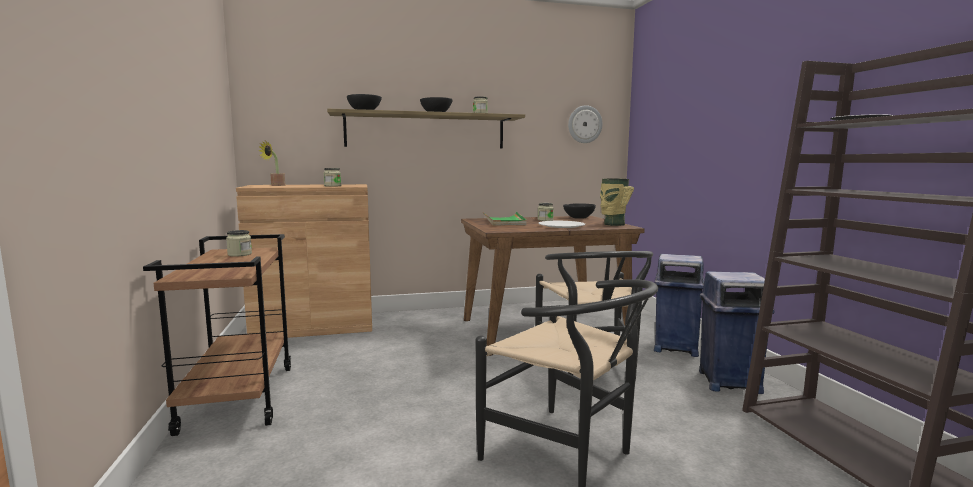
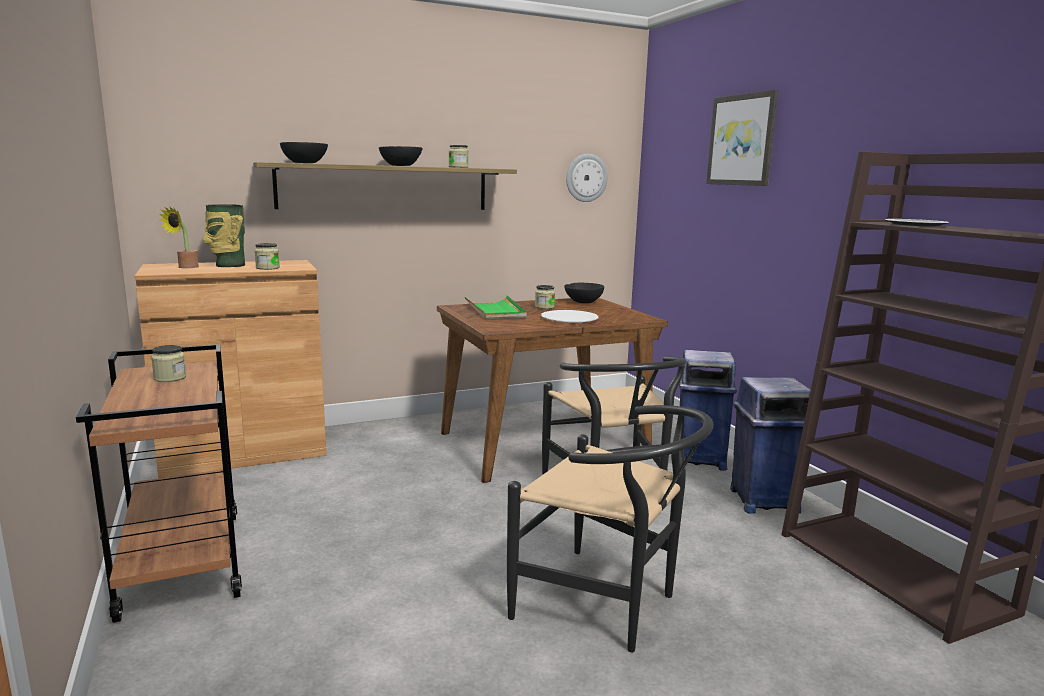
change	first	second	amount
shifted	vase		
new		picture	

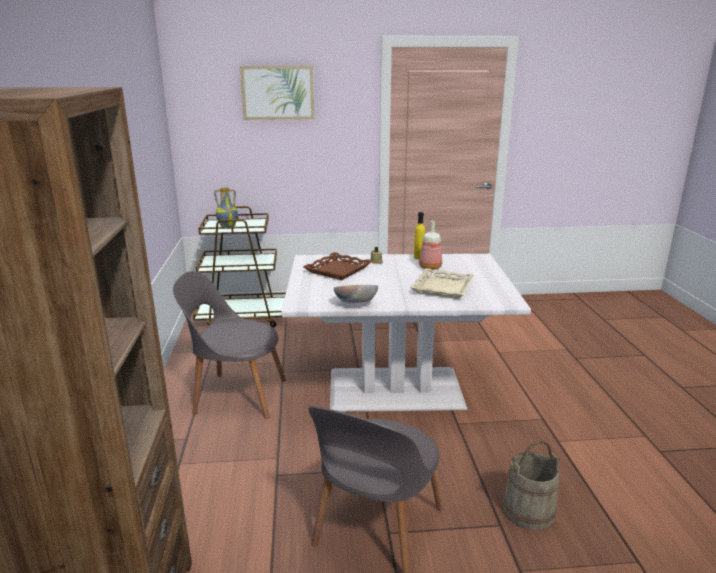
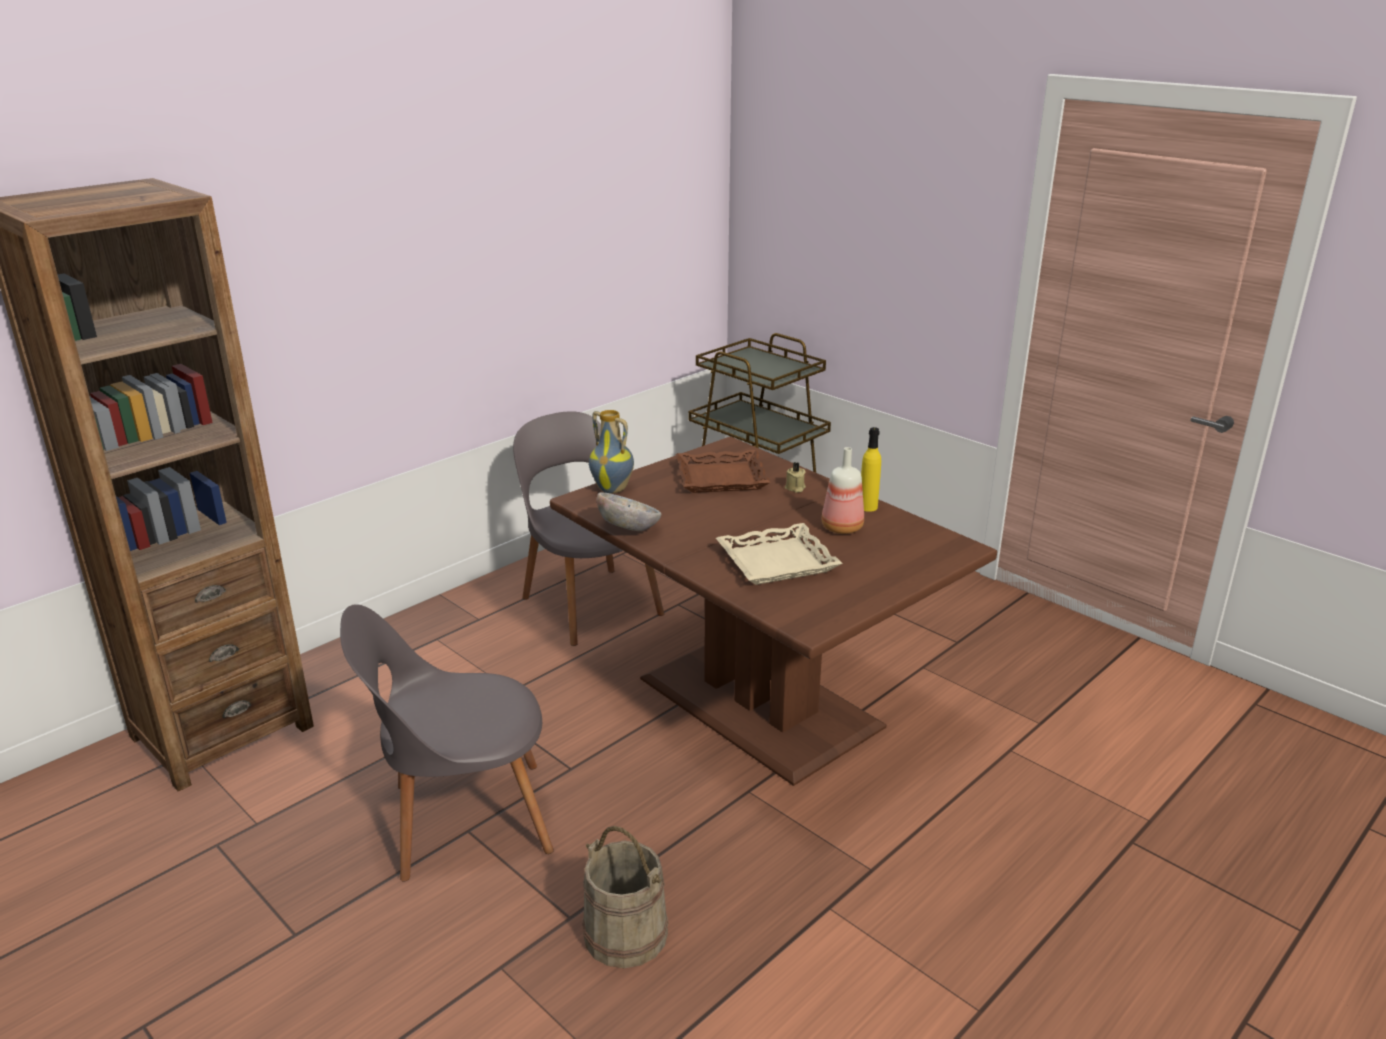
change	first	second	amount
repainted	white dining table	brown dining table	
shifted	vase		
gone	picture		

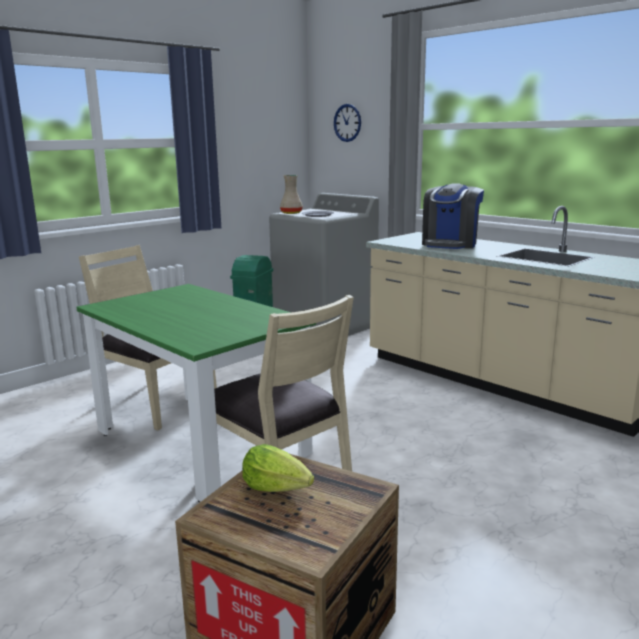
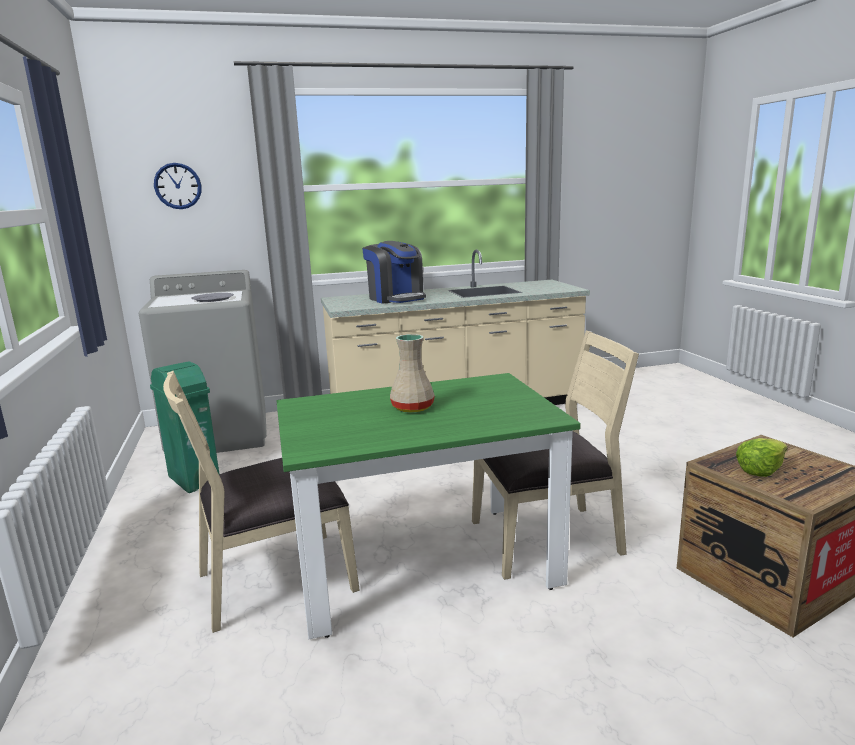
change	first	second	amount
shifted	beige vase		

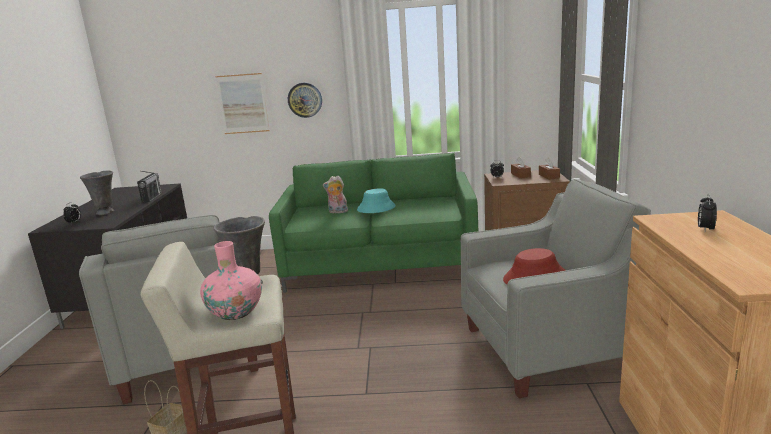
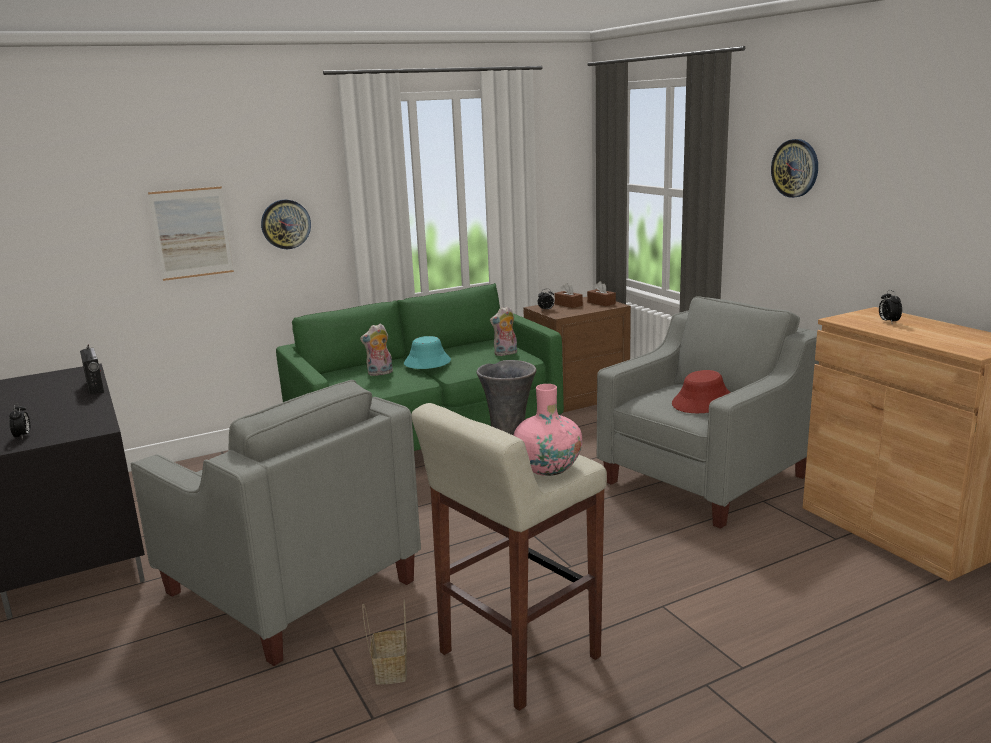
change	first	second	amount
new		plush toy (no. 2 from left)	
new		wall clock (no. 2 from left)	
gone	grey vase (no. 1 from left)		

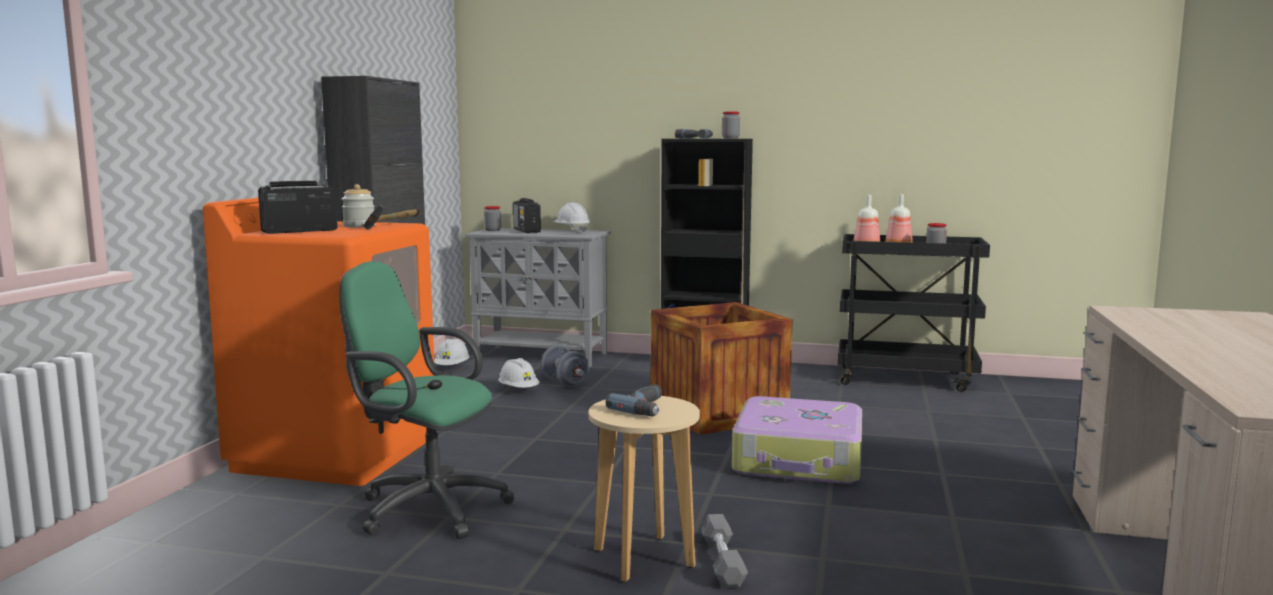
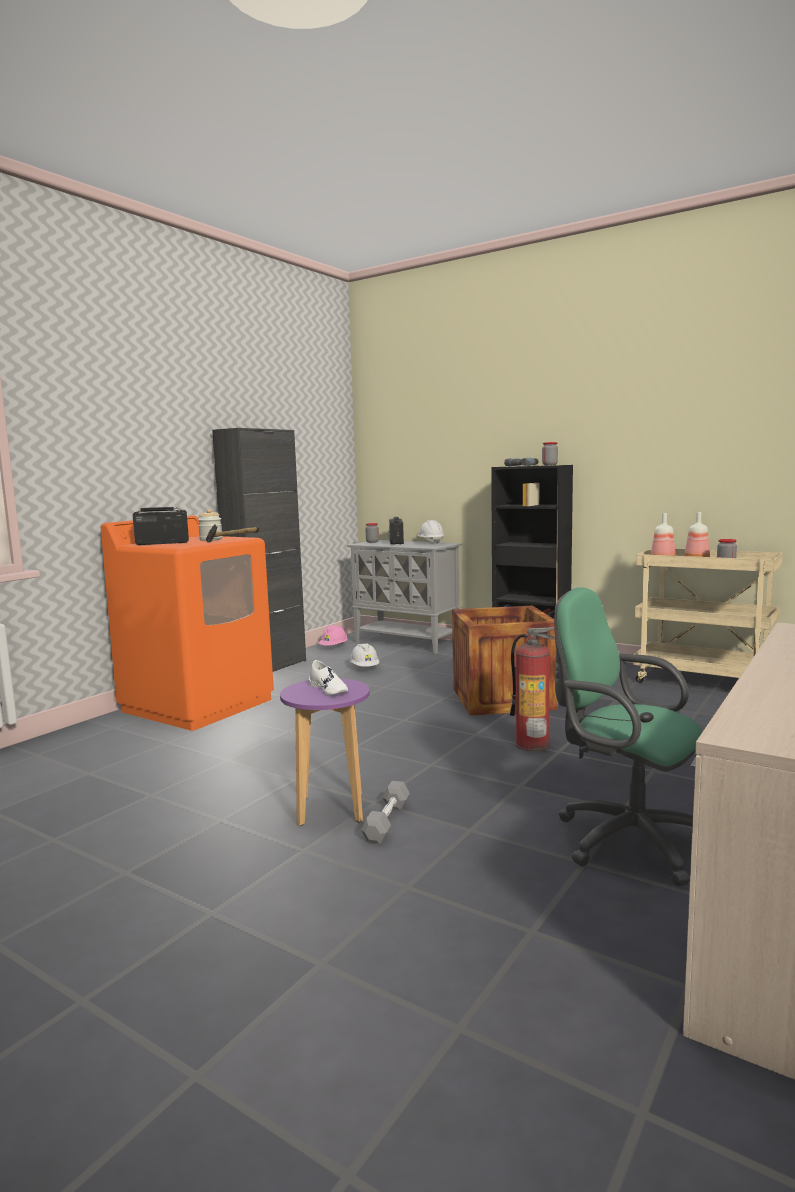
change	first	second	amount
repainted	beige stool	purple stool	
swapped	power drill (no. 1 from left)	white shoe	
repainted	white hard hat (no. 1 from left)	pink hard hat	
swapped	suitcase	fire extinguisher	
shifted	green office chair		
repainted	black cart	beige cart	
gone	grey dumbbell (no. 1 from left)		

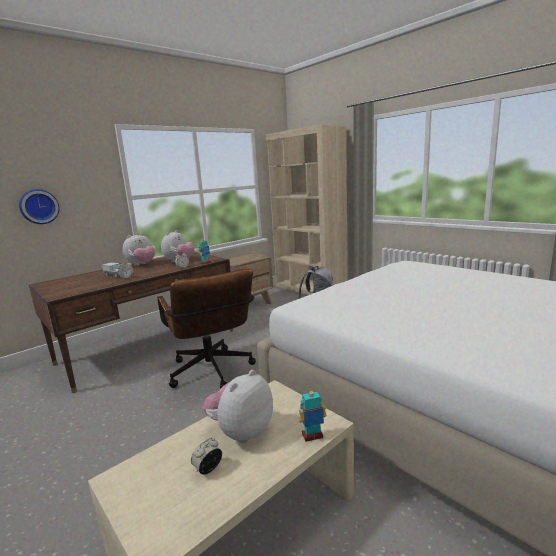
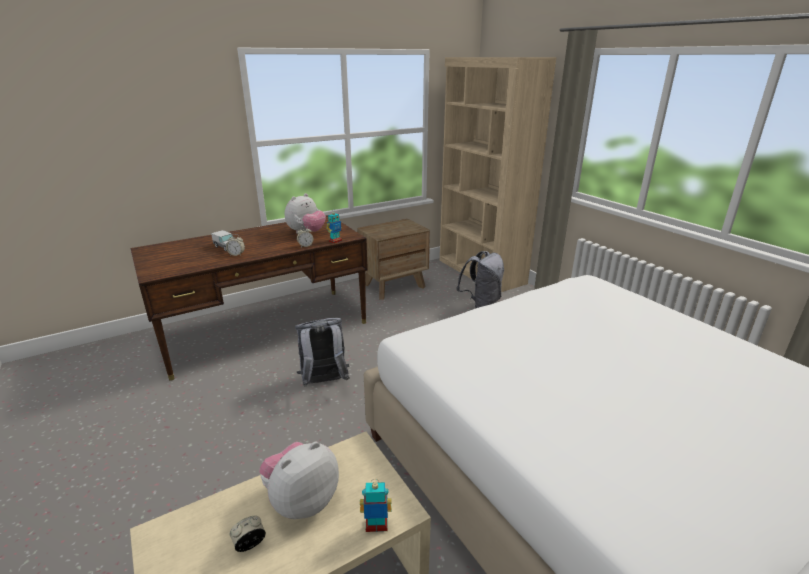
change	first	second	amount
swapped	brown office chair	grey backpack (no. 1 from left)	
gone	wall clock		
gone	plush toy (no. 1 from left)		

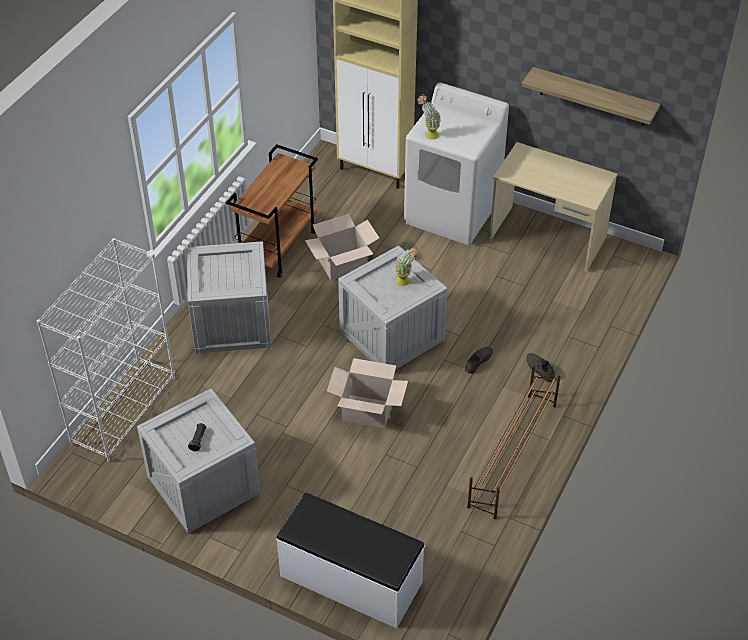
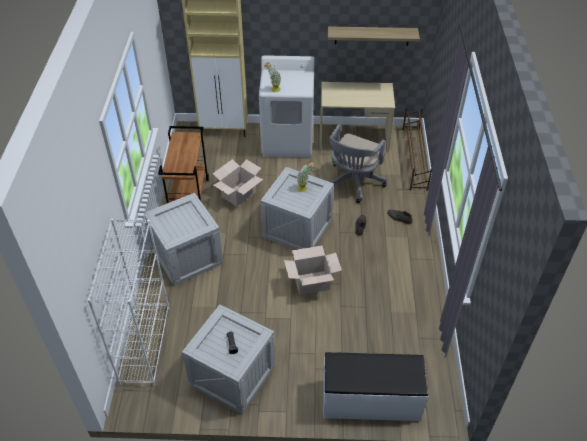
change	first	second	amount
new		grey office chair	
shifted	brown shoe rack		

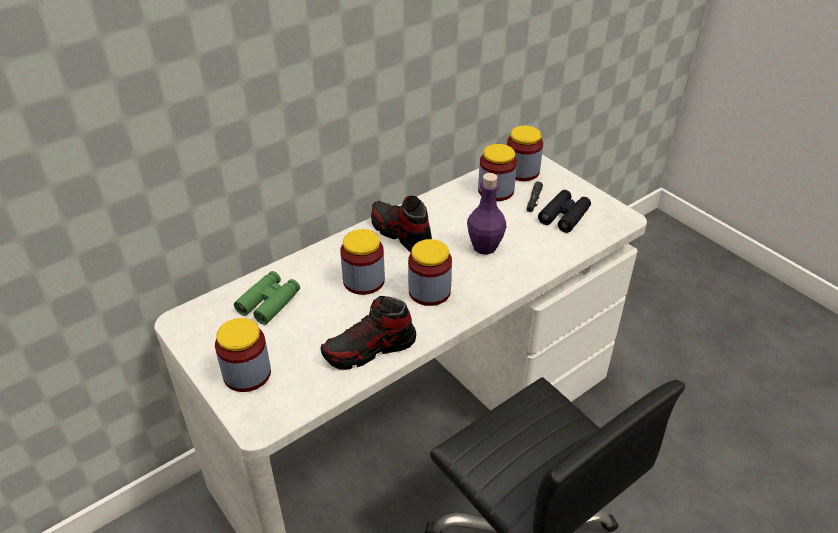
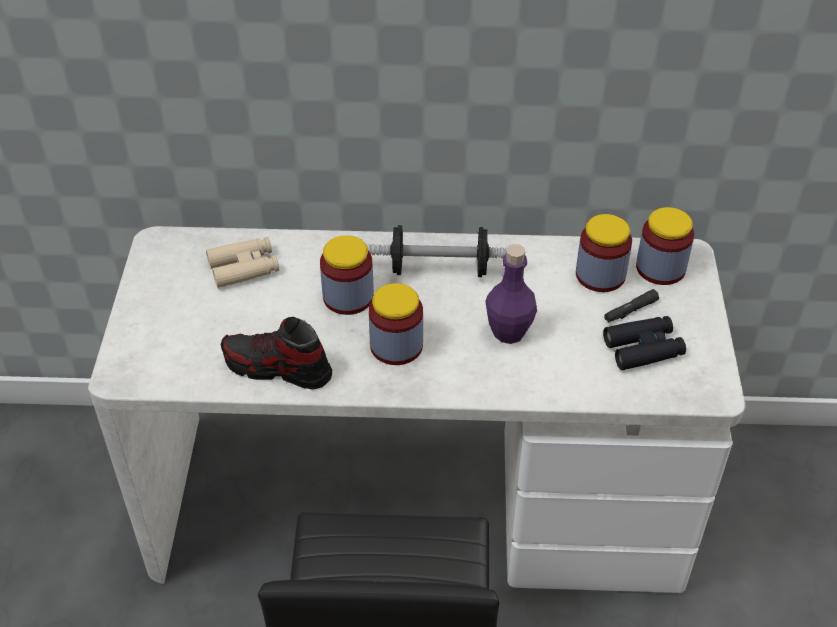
change	first	second	amount
repainted	green binoculars	beige binoculars	
swapped	shoe (no. 2 from left)	dumbbell	
gone	jar (no. 1 from left)		

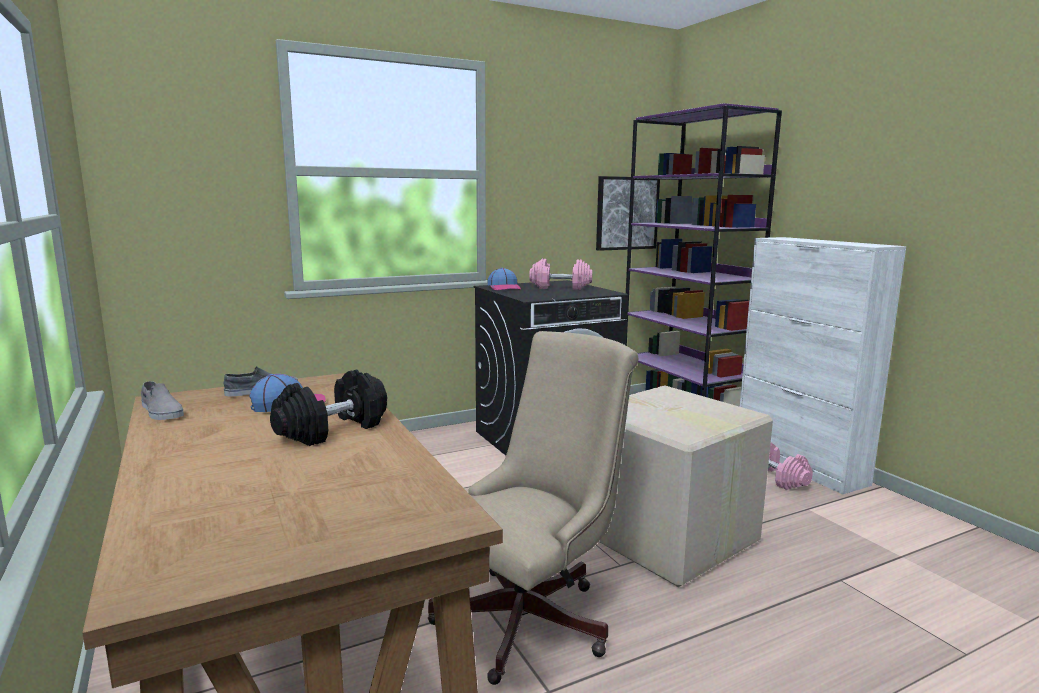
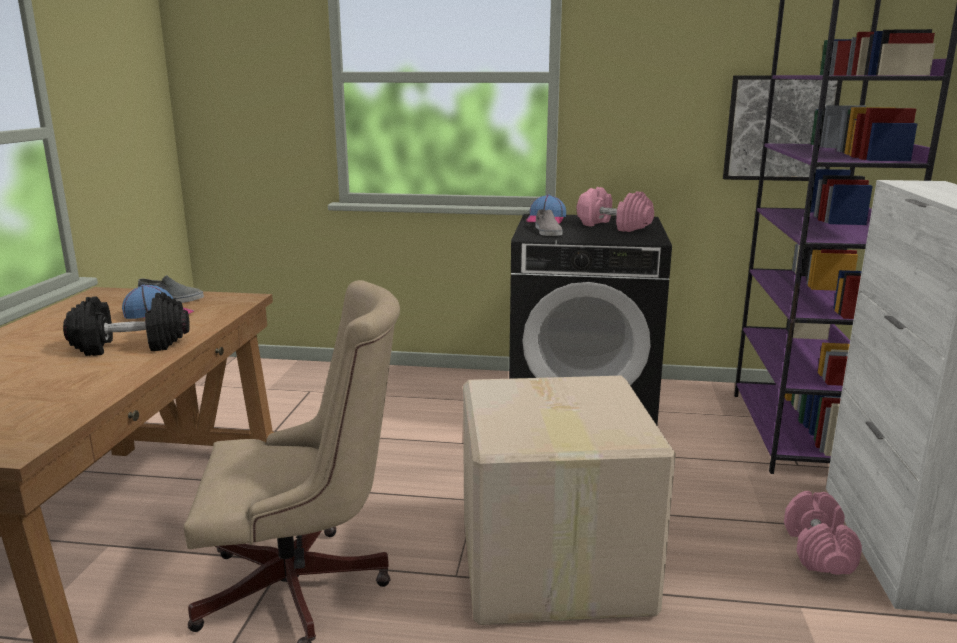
change	first	second	amount
shifted	grey shoe (no. 1 from left in the first image)	grey shoe (no. 2 from left)	

